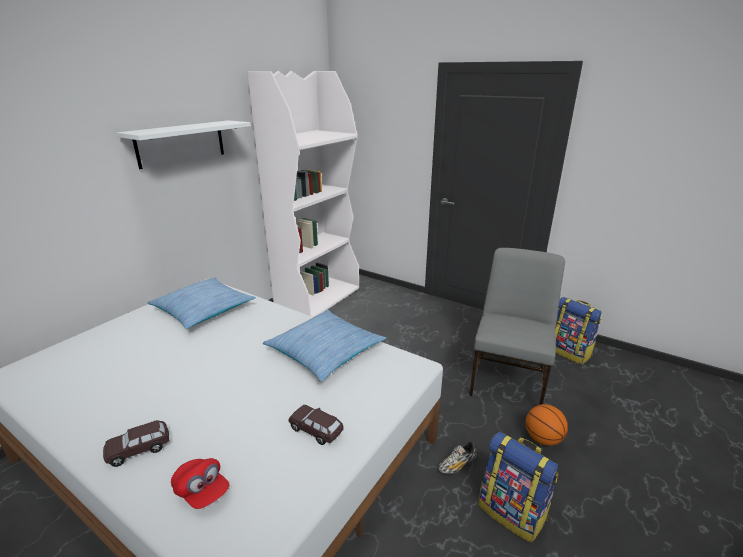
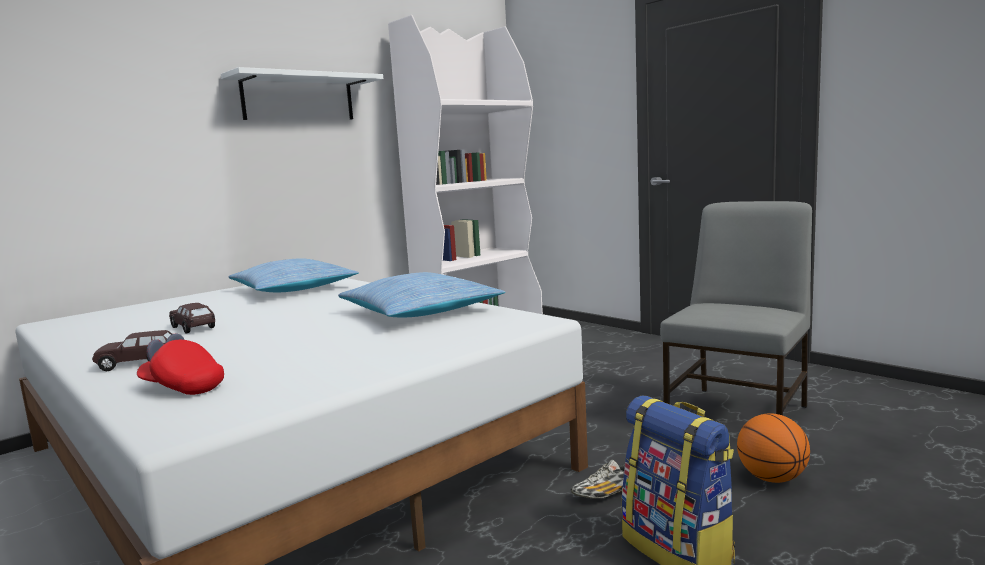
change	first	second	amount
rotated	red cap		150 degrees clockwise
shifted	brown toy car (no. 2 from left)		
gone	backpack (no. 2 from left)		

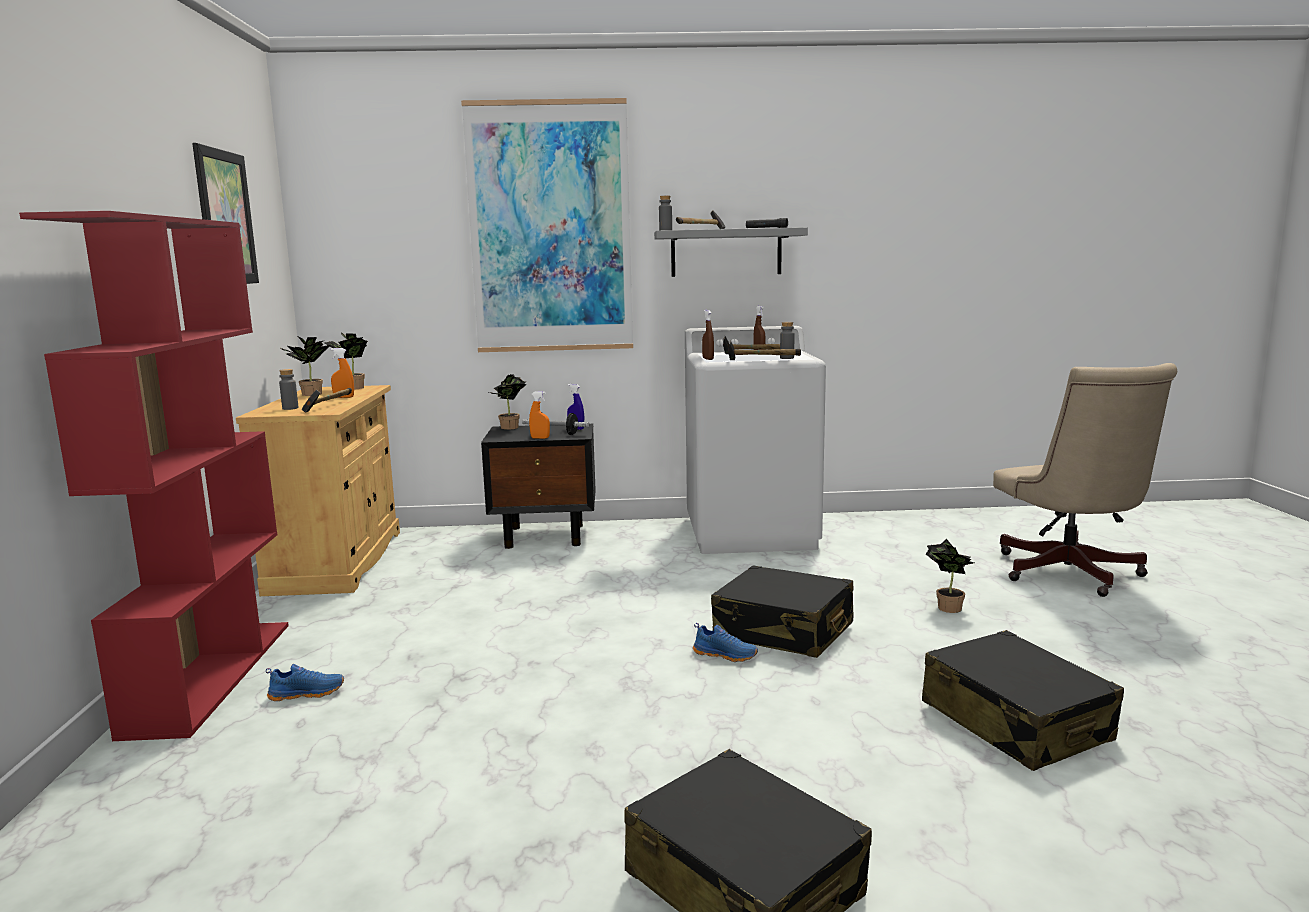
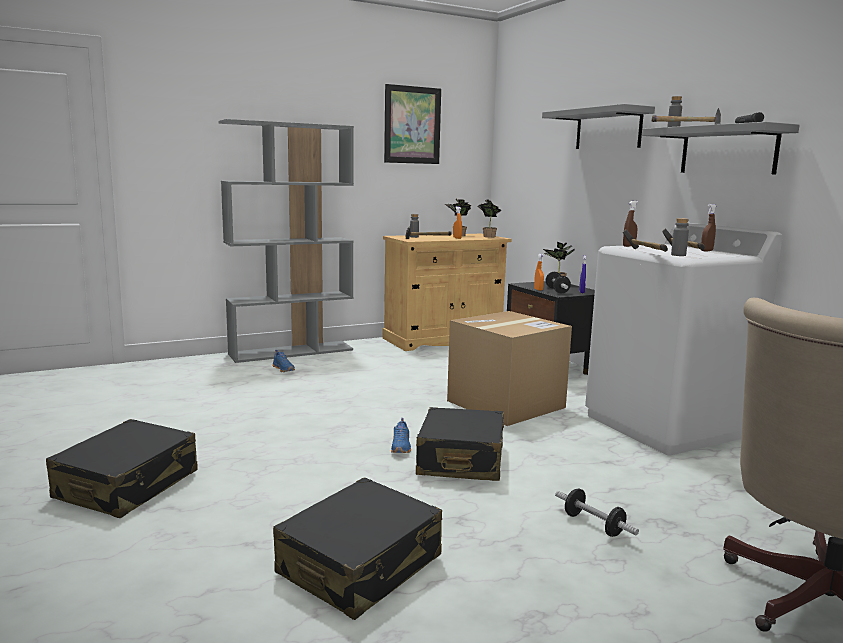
change	first	second	amount
repainted	red bookcase	grey bookcase	
new		cardboard box	
swapped	picture (no. 2 from left)	grey shelf (no. 1 from left)	
swapped	potted plant (no. 4 from left)	dumbbell (no. 2 from left)	

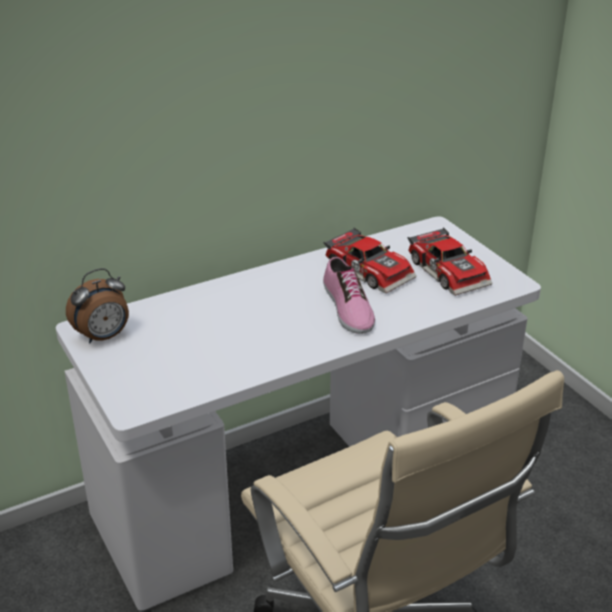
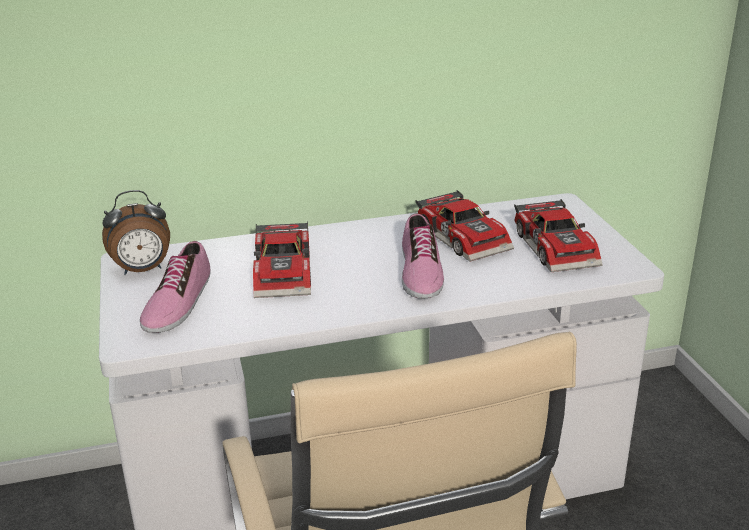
change	first	second	amount
new		shoe (no. 1 from left)	
new		toy car (no. 1 from left)	

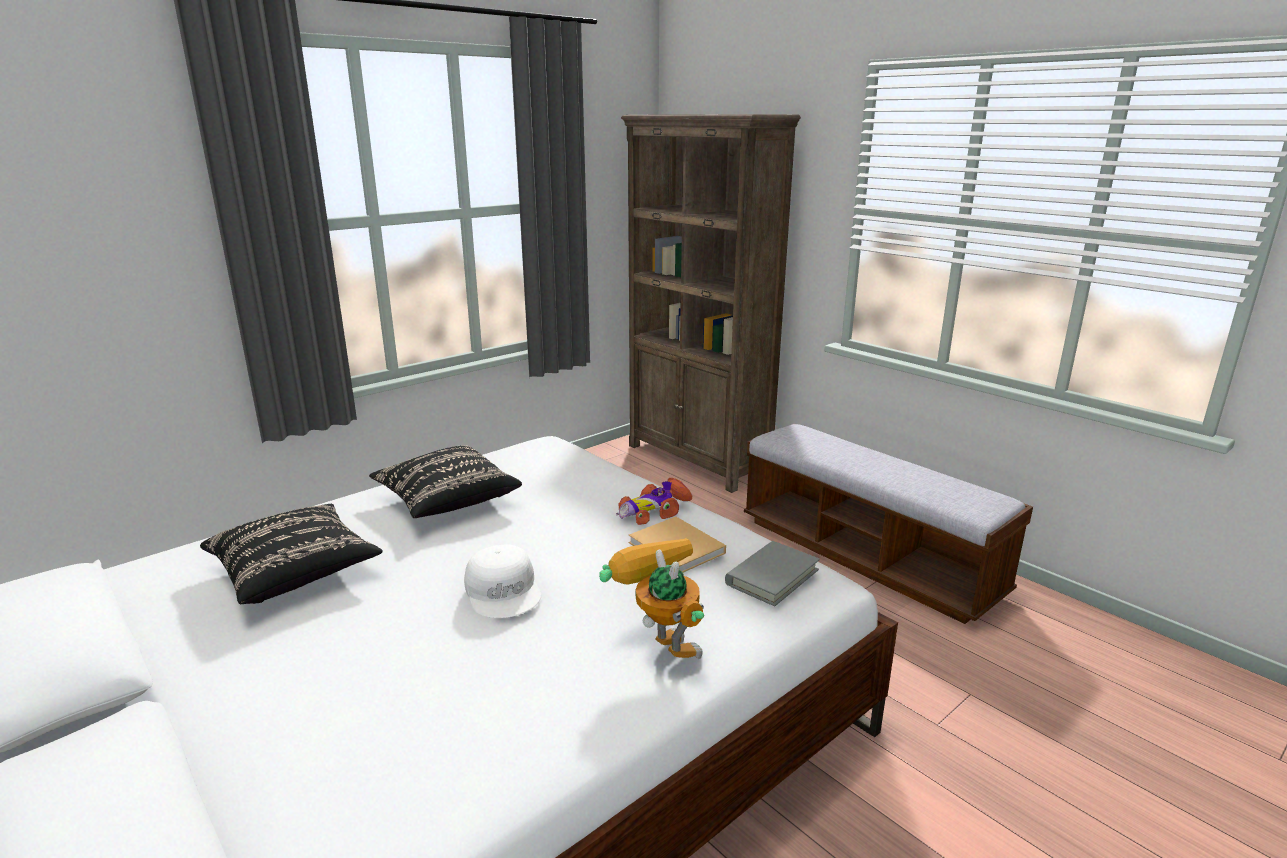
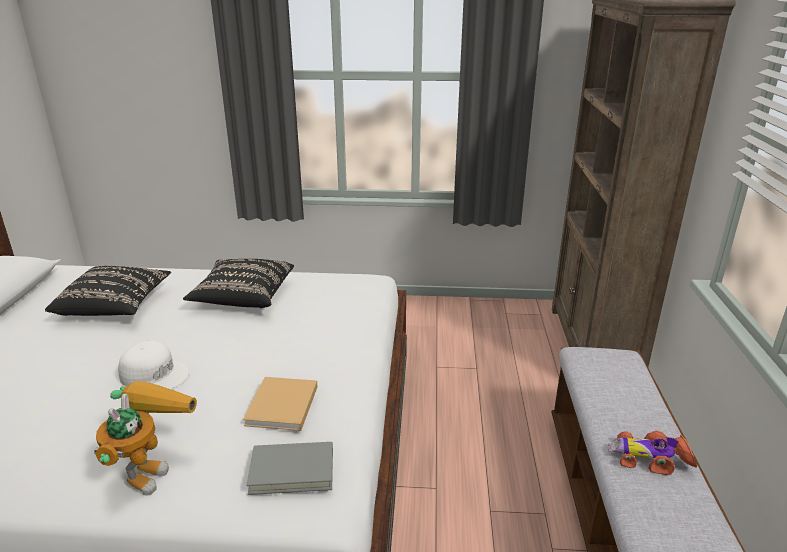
change	first	second	amount
rotated	white cap		90 degrees counterclockwise
shifted	toy car		

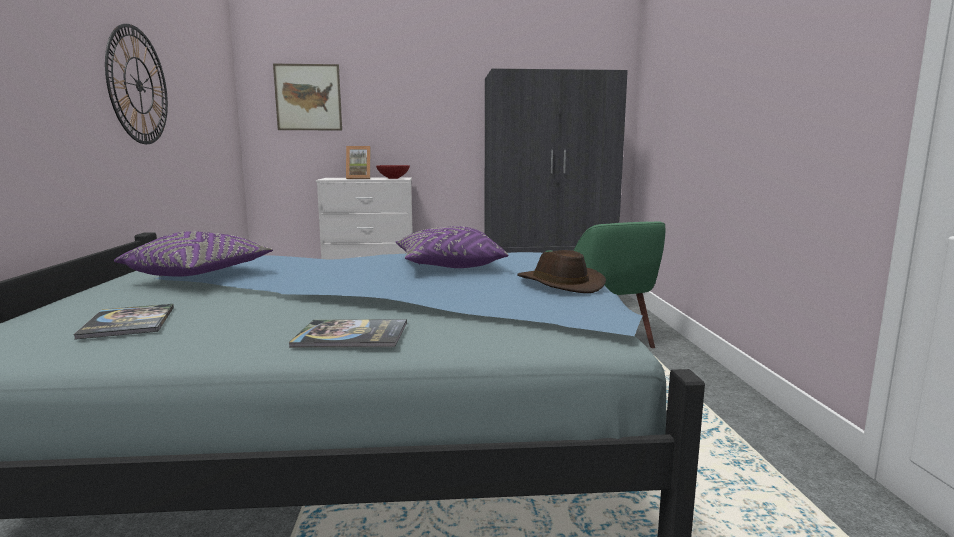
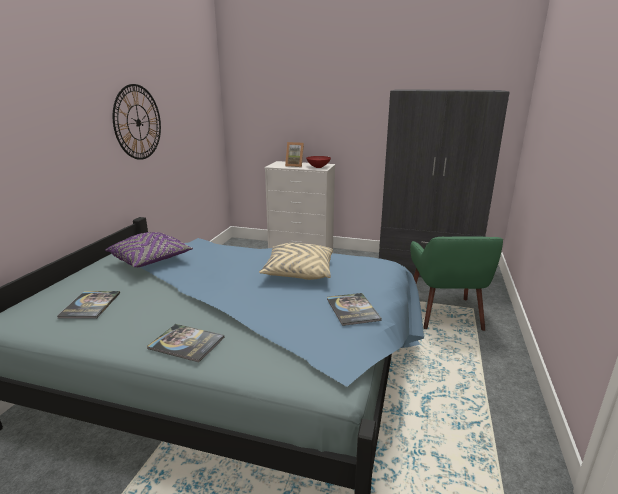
change	first	second	amount
repainted	purple pillow (no. 2 from left)	beige pillow	
swapped	brown hat	book (no. 3 from left)	
gone	picture		

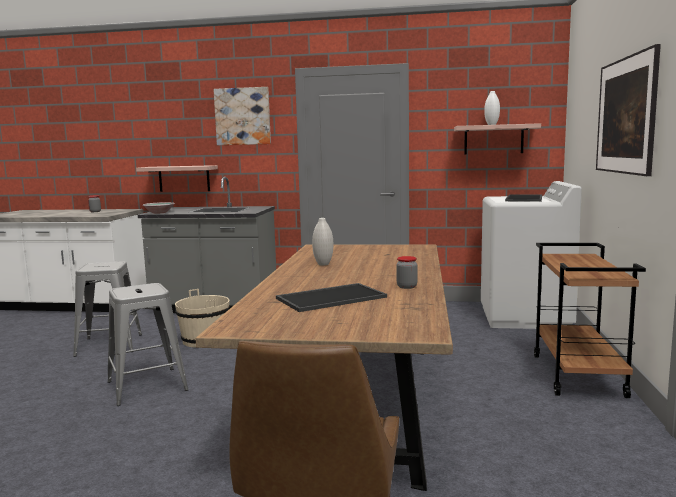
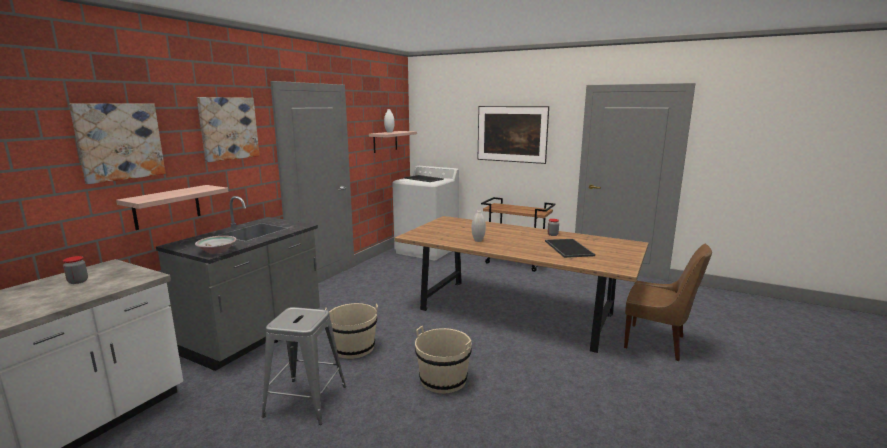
change	first	second	amount
new		picture (no. 1 from left)	
swapped	grey stool (no. 2 from left)	beige bucket (no. 2 from left)	

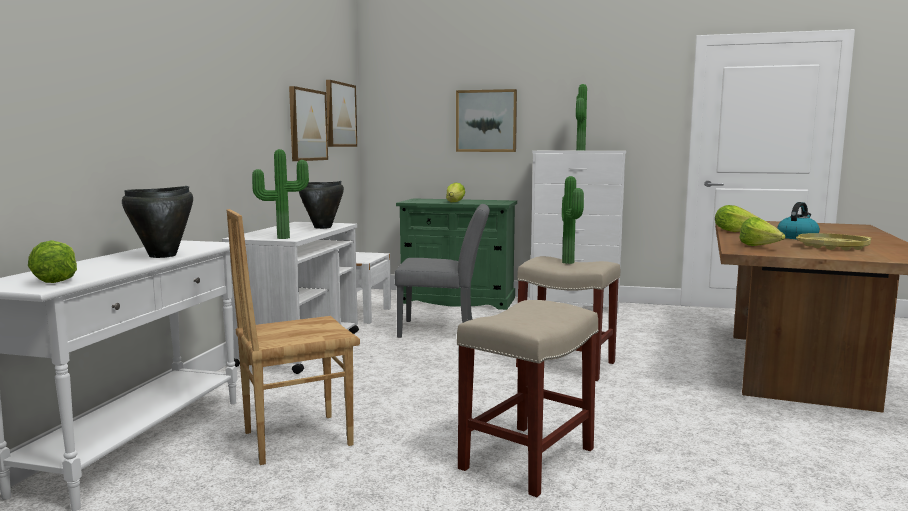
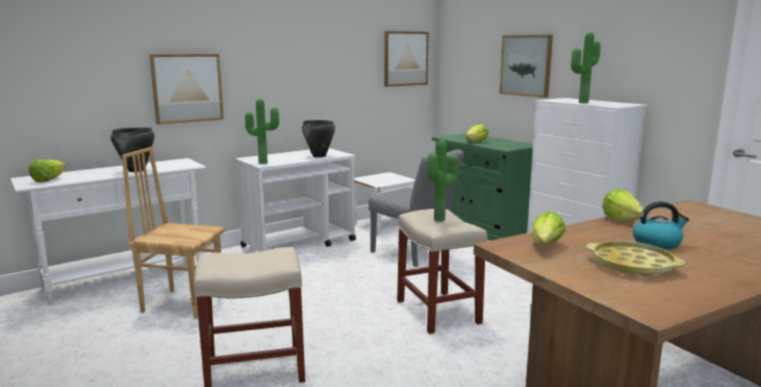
change	first	second	amount
shifted	picture (no. 1 from left)		

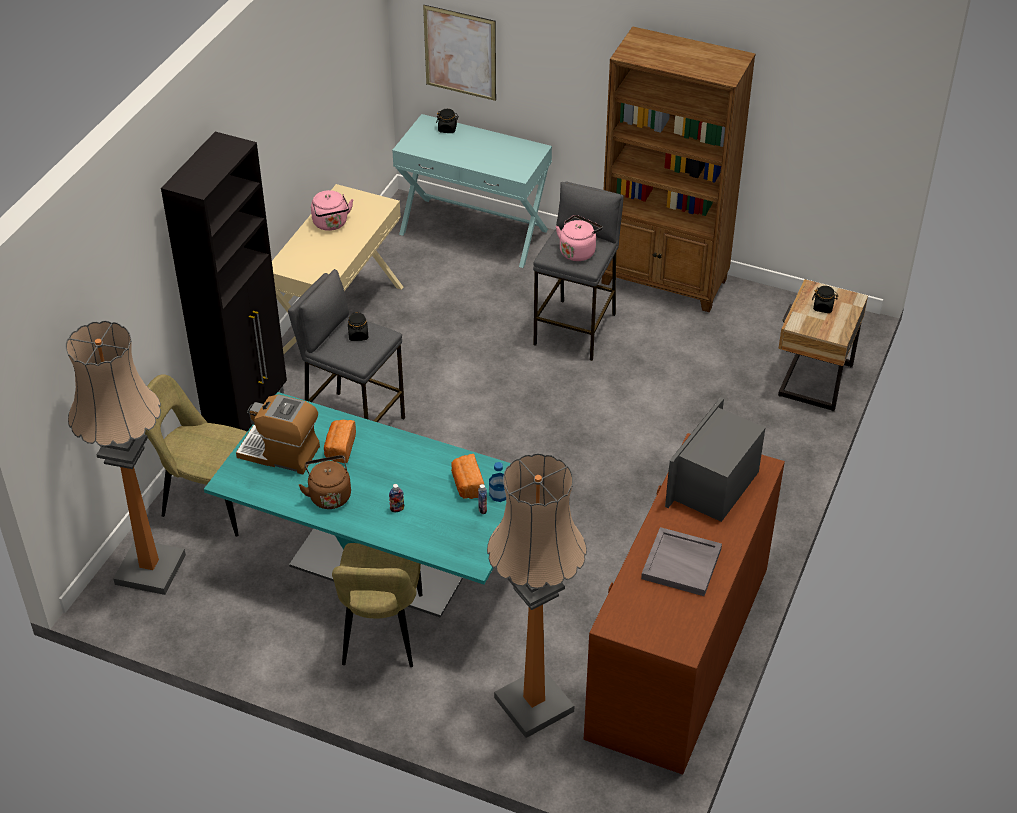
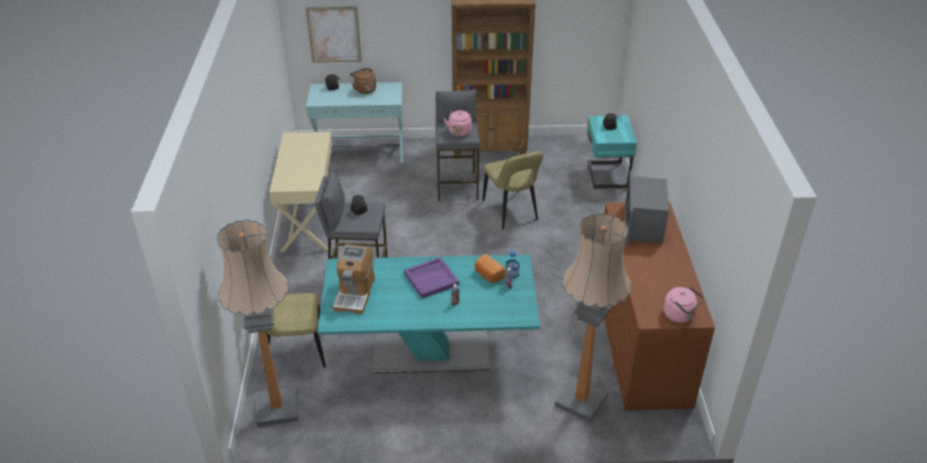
change	first	second	amount
rotated	coffee machine		75 degrees counterclockwise
shifted	brown kettle		
new		purple tray	
shifted	beige chair (no. 2 from left)		
repainted	beige nightstand	turquoise nightstand	
shifted	pink kettle (no. 1 from left in the first image)	pink kettle (no. 2 from left)	
gone	black cabinet		
gone	bread (no. 1 from left)		
gone	grey tray		

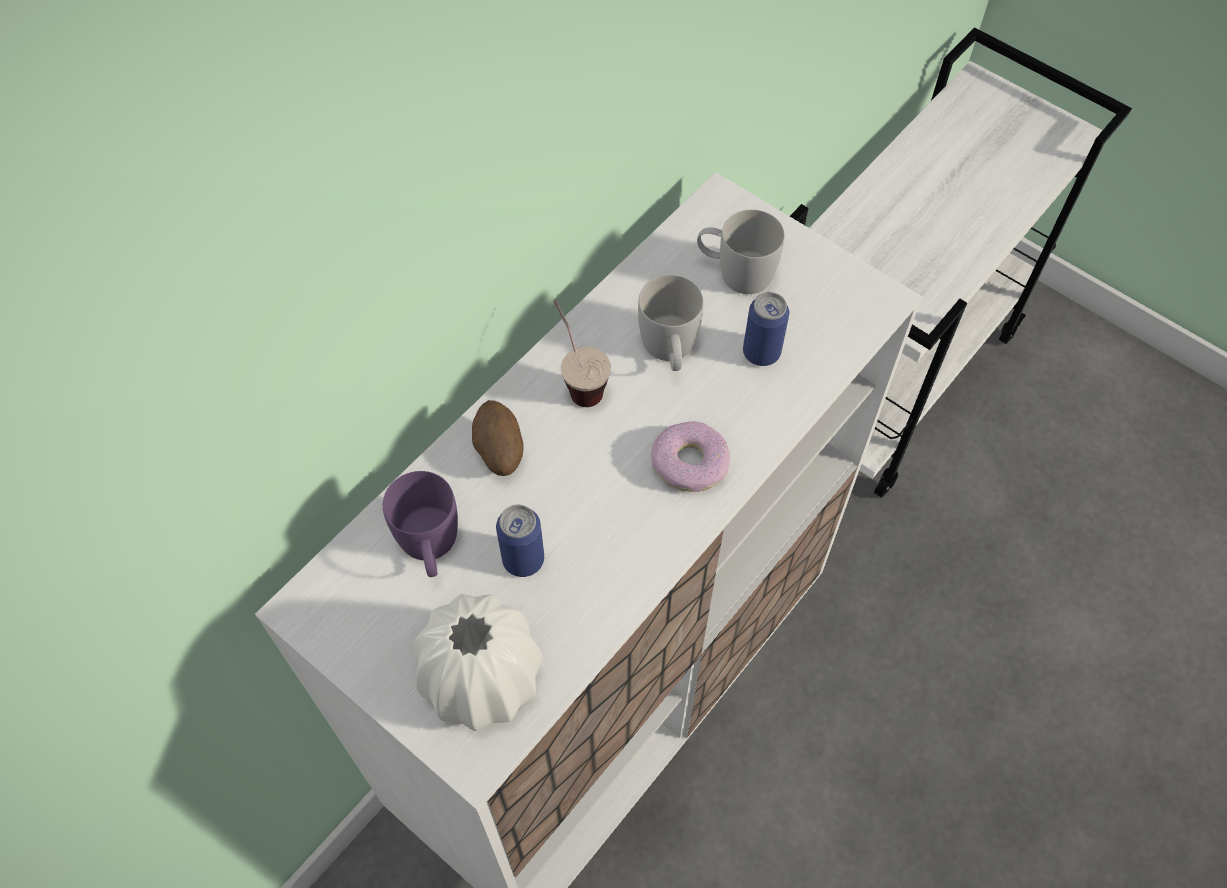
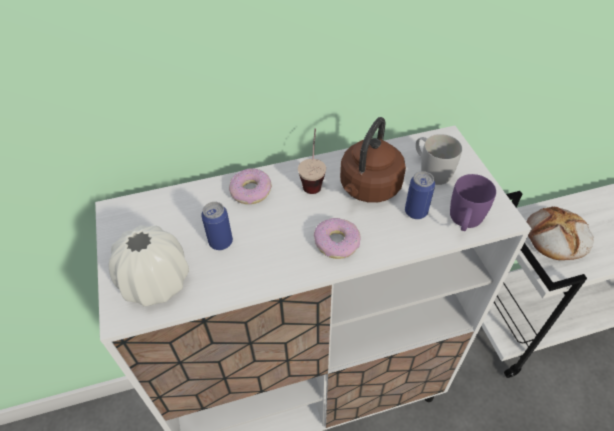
change	first	second	amount
swapped	potato	donut (no. 1 from left)	
swapped	white mug (no. 1 from left)	brown kettle	
shifted	purple mug		
new		bread	

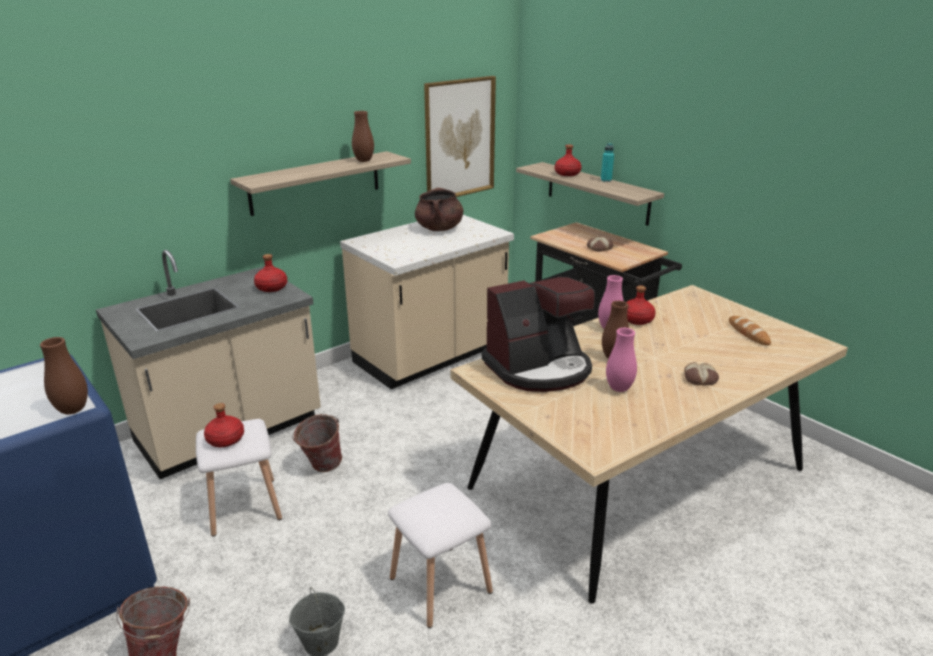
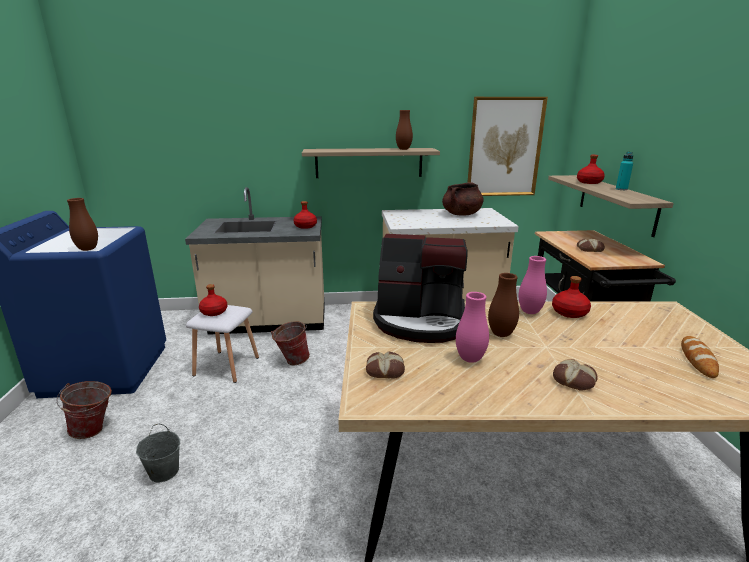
change	first	second	amount
new		bread (no. 1 from left)	
gone	white stool (no. 2 from left)		

